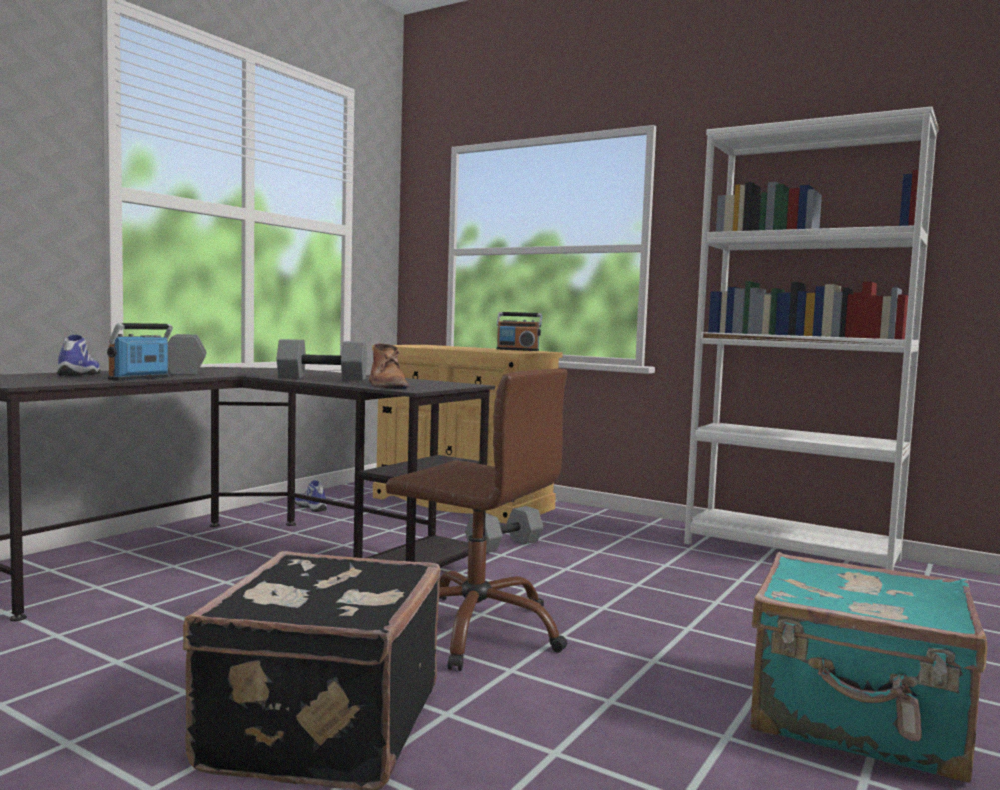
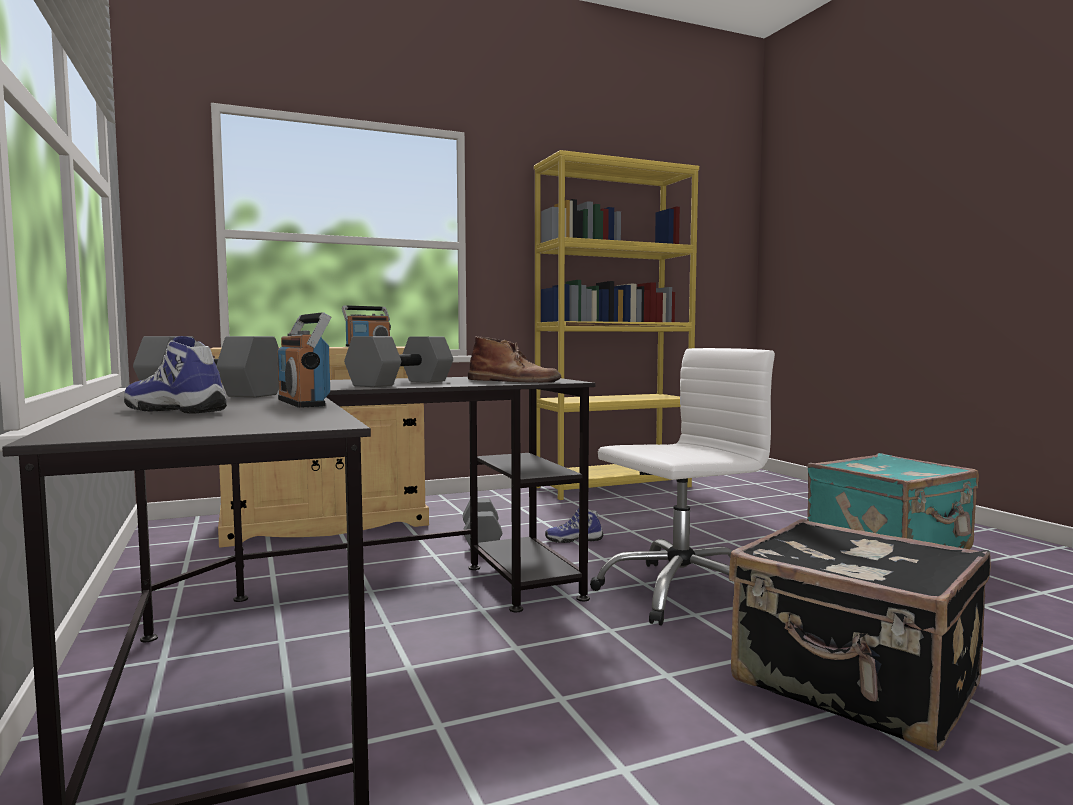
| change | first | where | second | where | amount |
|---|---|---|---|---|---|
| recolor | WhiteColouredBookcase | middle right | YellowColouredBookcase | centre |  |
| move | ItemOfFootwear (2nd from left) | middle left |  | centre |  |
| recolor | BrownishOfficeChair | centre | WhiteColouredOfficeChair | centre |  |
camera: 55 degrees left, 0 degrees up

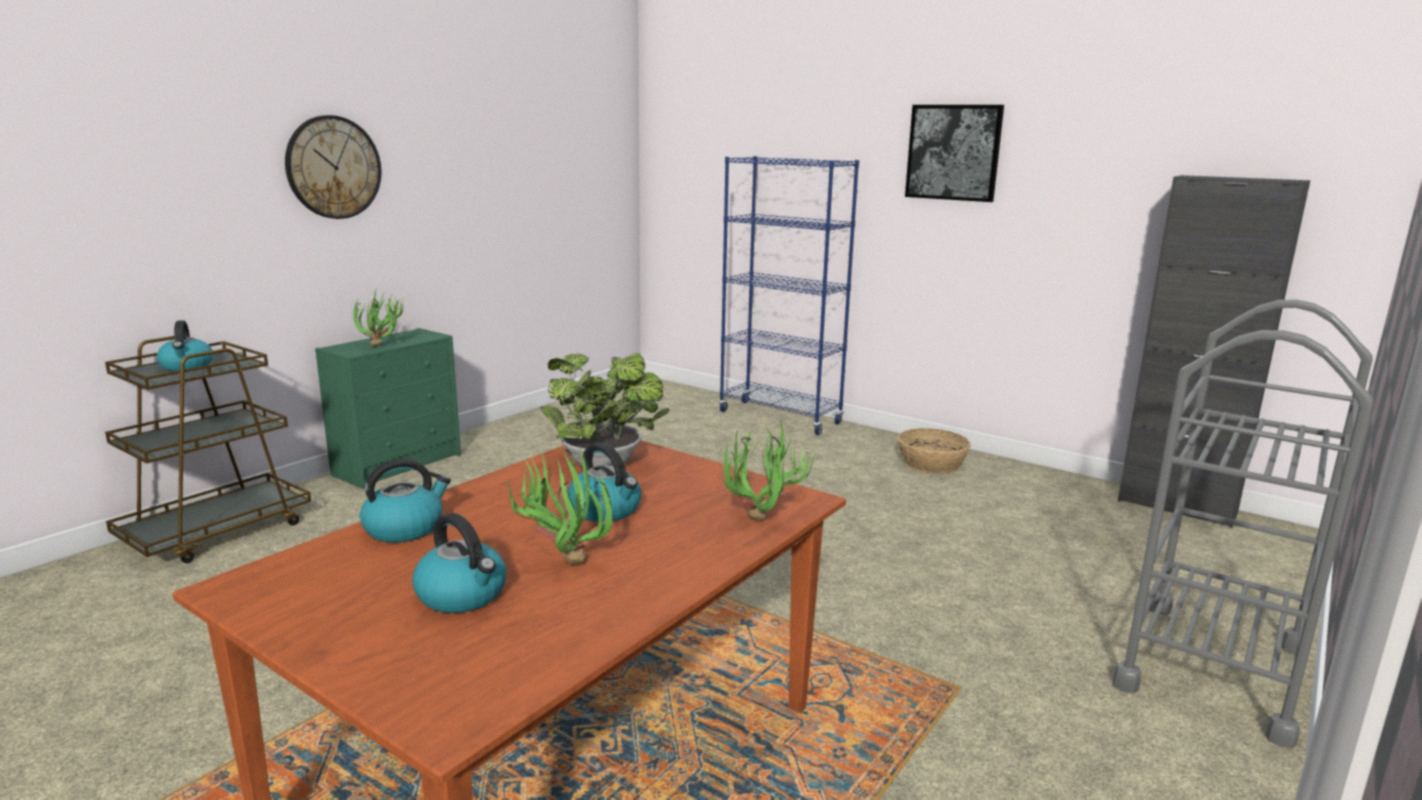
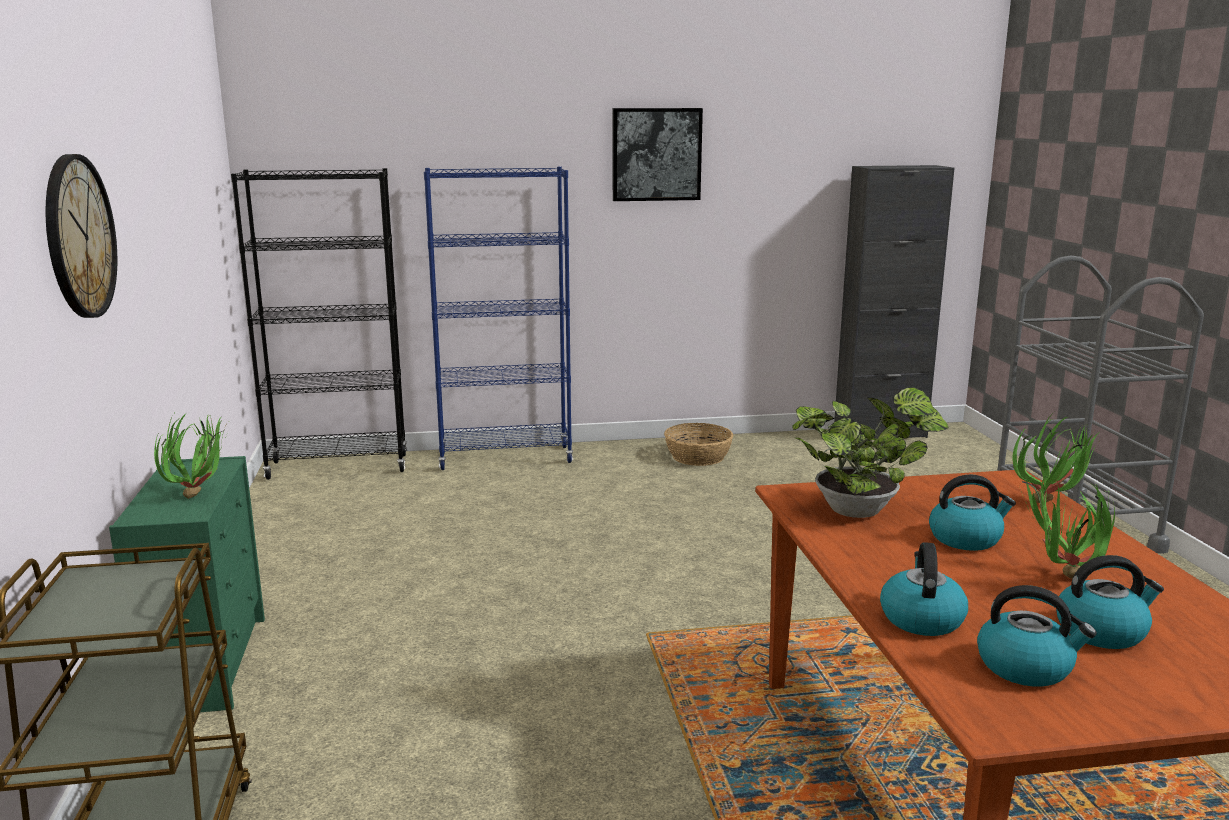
| change | first | where | second | where | amount |
|---|---|---|---|---|---|
| insert |  |  | BlackBookcase | middle left |  |
| move | TeaKettle (1st from left in the first image) | middle left | TeaKettle (3rd from left) | bottom right |  |
camera: 45 degrees left, 0 degrees up

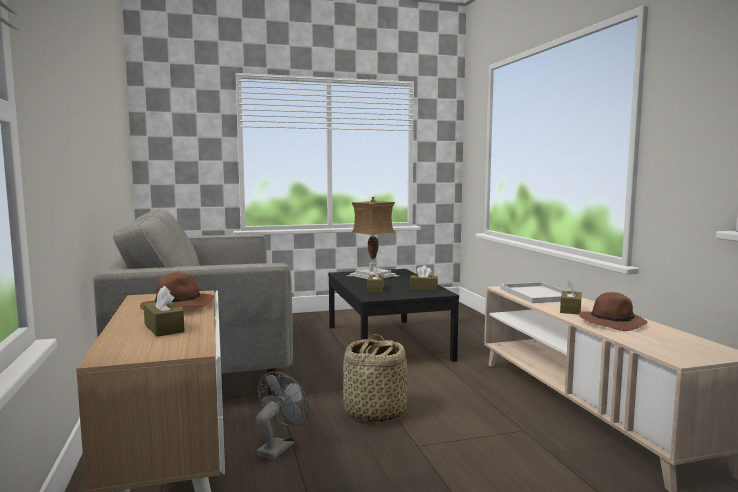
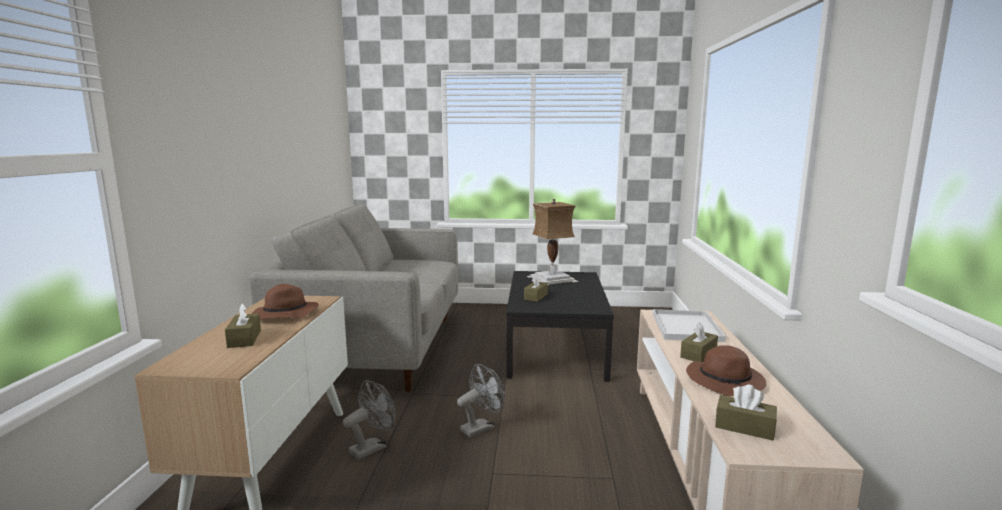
| change | first | where | second | where | amount |
|---|---|---|---|---|---|
| replace | HouseholdBasket | bottom centre | GrayElectricFan (2nd from left) | bottom centre |  |
| move | BrownishTissueHolder (3rd from left in the first image) | centre | BrownishTissueHolder (4th from left) | bottom right |  |
camera: 20 degrees right, 5 degrees up

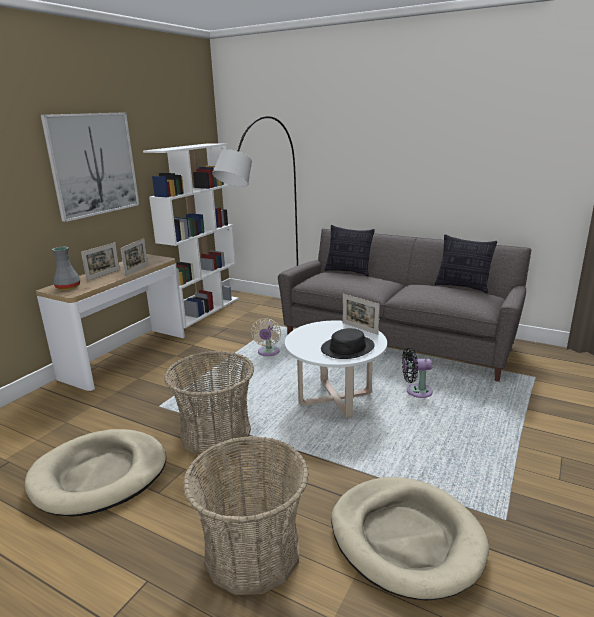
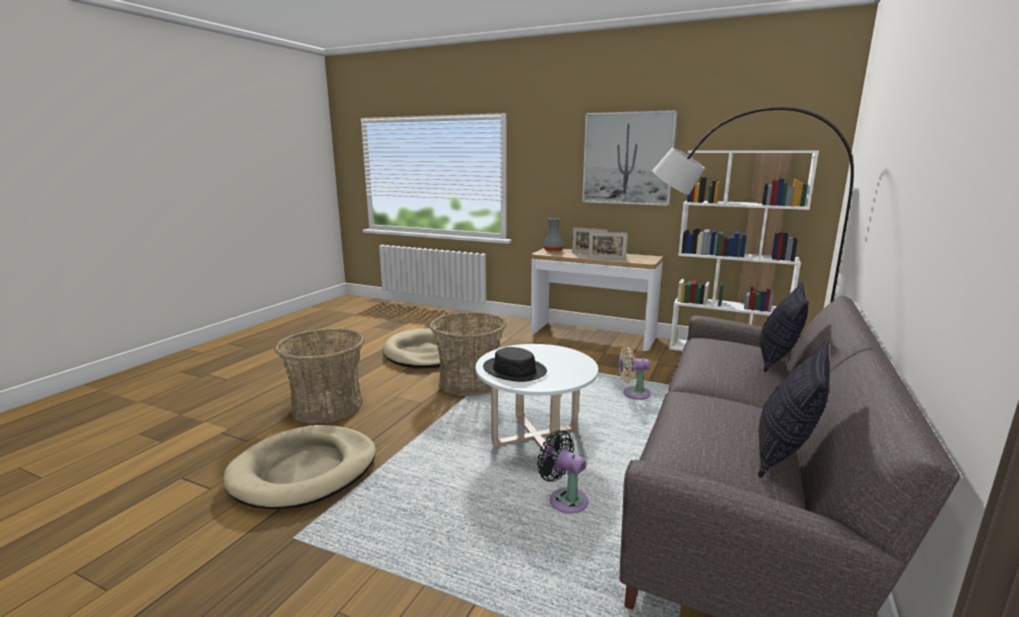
| change | first | where | second | where | amount |
|---|---|---|---|---|---|
| rotate | BlackElectricFan | middle right |  | bottom centre | 45 degrees counterclockwise |
| delete | PictureFrame (3rd from left) | centre |  |  |  |
camera: 85 degrees right, 5 degrees down

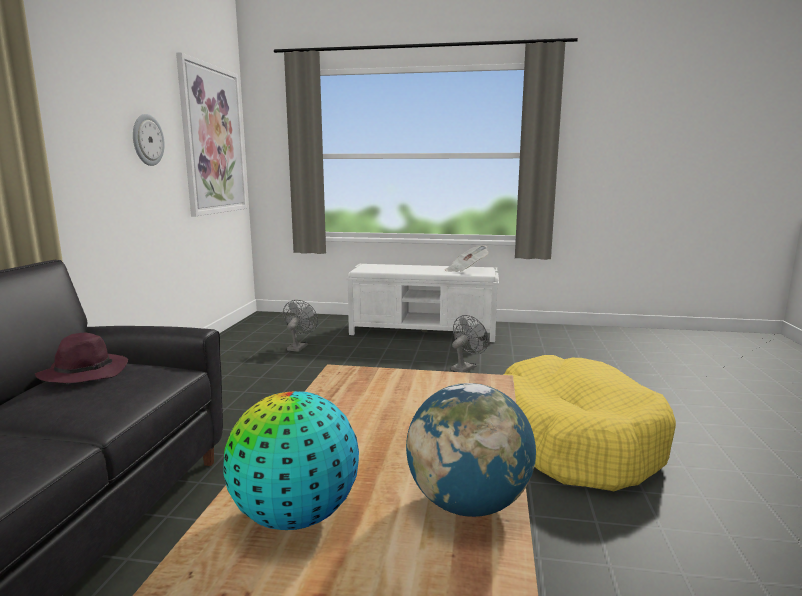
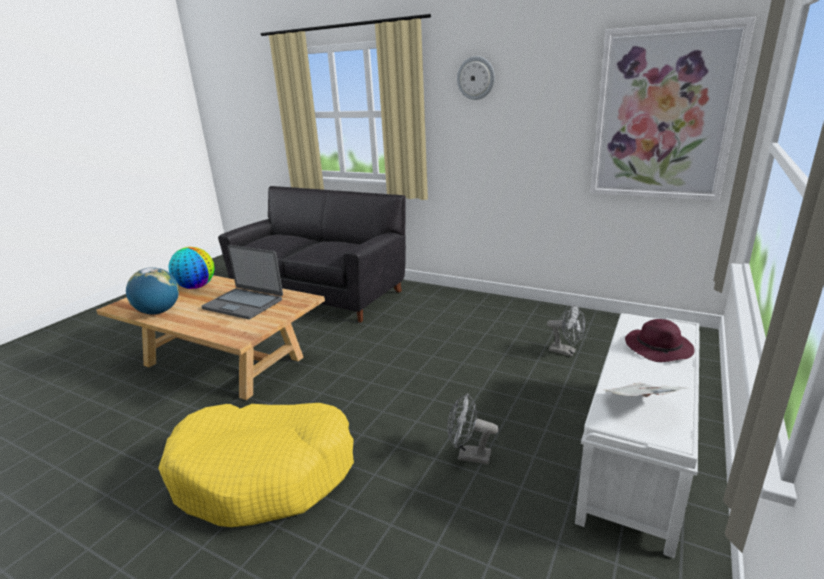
| change | first | where | second | where | amount |
|---|---|---|---|---|---|
| insert |  |  | Laptop | middle left |  |
| rotate | GrayElectricFan (2nd from left in the first image) | centre | GrayElectricFan (1st from left) | bottom centre | 135 degrees clockwise |
| move | WallClock | top left |  | top centre |  |
| move | PurpleColouredWearableHat | middle left |  | middle right |  |
camera: 110 degrees right, 10 degrees up

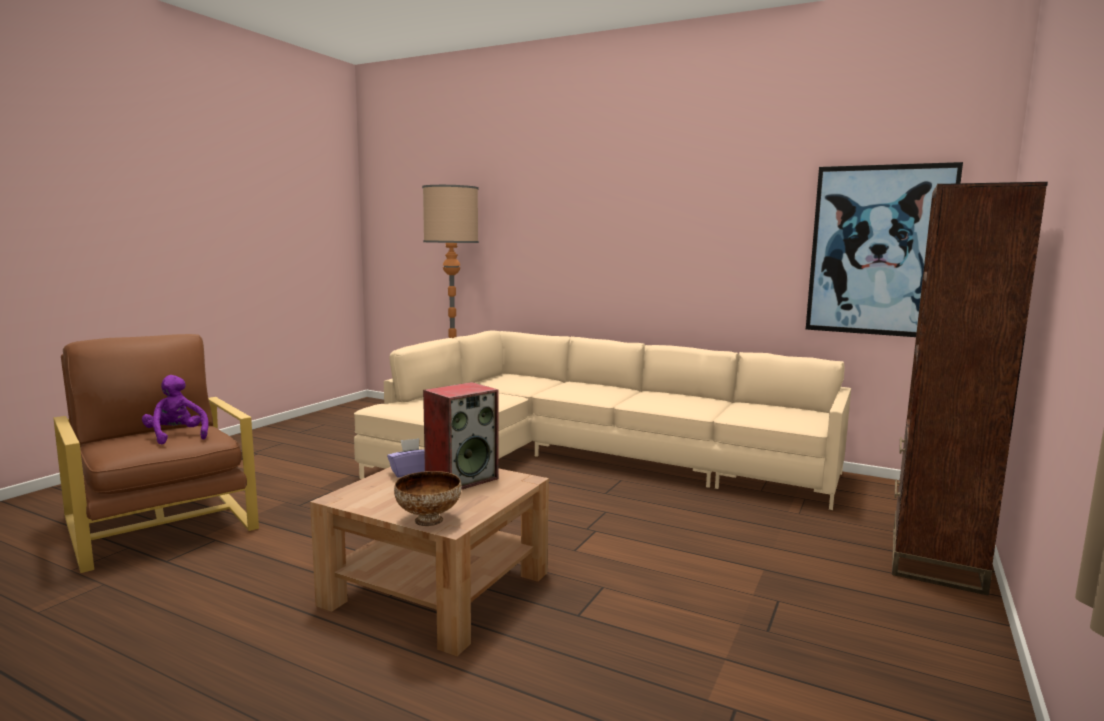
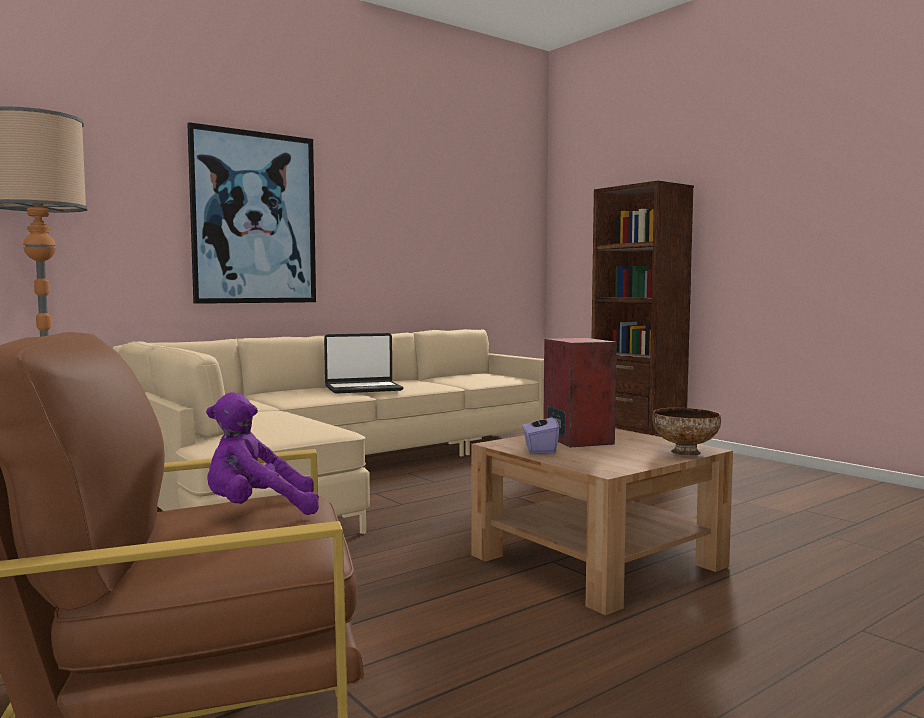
| change | first | where | second | where | amount |
|---|---|---|---|---|---|
| move | WallPicture | middle right |  | top left |  |
| insert |  |  | Laptop | centre |  |
camera: 65 degrees left, 5 degrees down

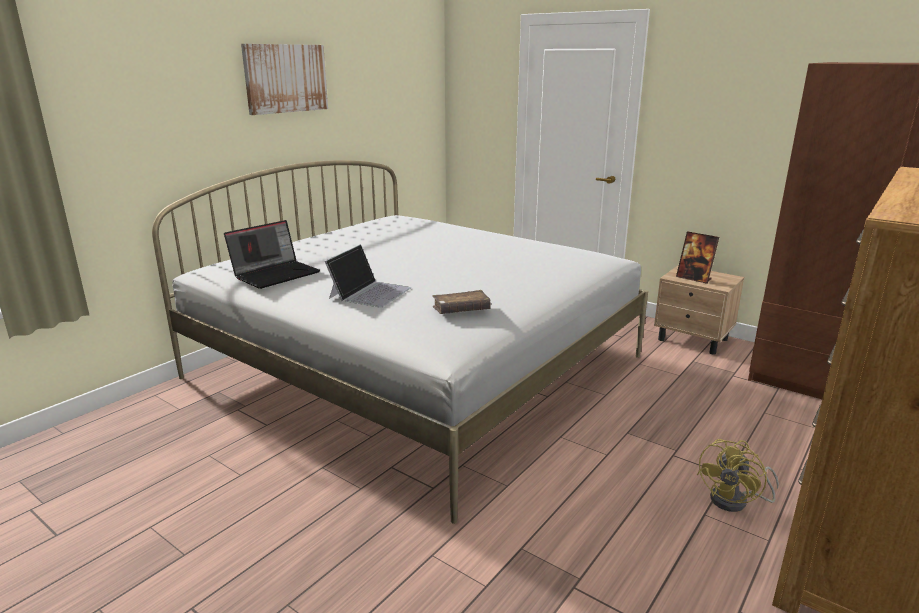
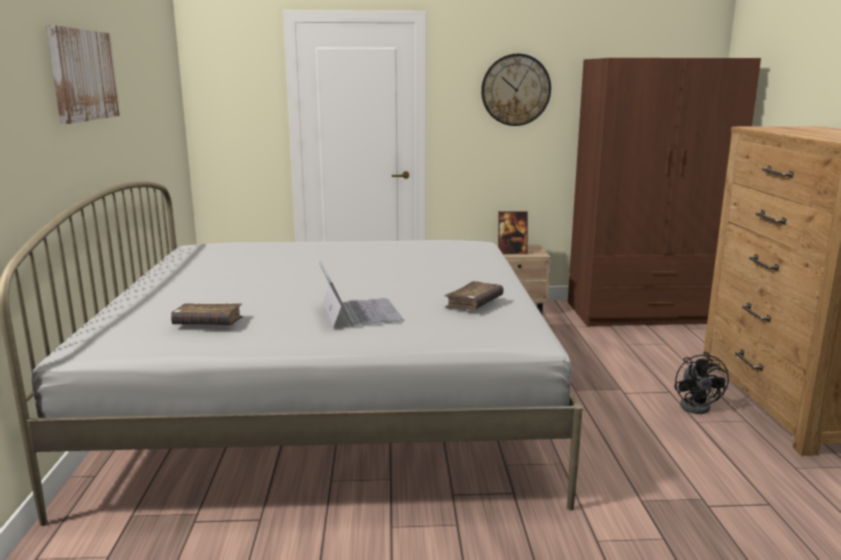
| change | first | where | second | where | amount |
|---|---|---|---|---|---|
| replace | Laptop (1st from left) | middle left | BrownishBoundBook (1st from left) | middle left |  |
| insert |  |  | WallClock | top centre |  |
| recolor | YellowColouredElectricFan | bottom right | BlackElectricFan | bottom right |  |
camera: 40 degrees left, 5 degrees down

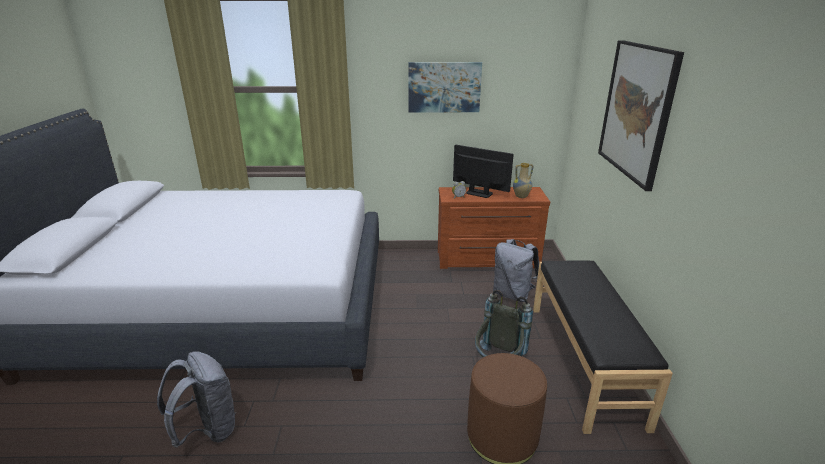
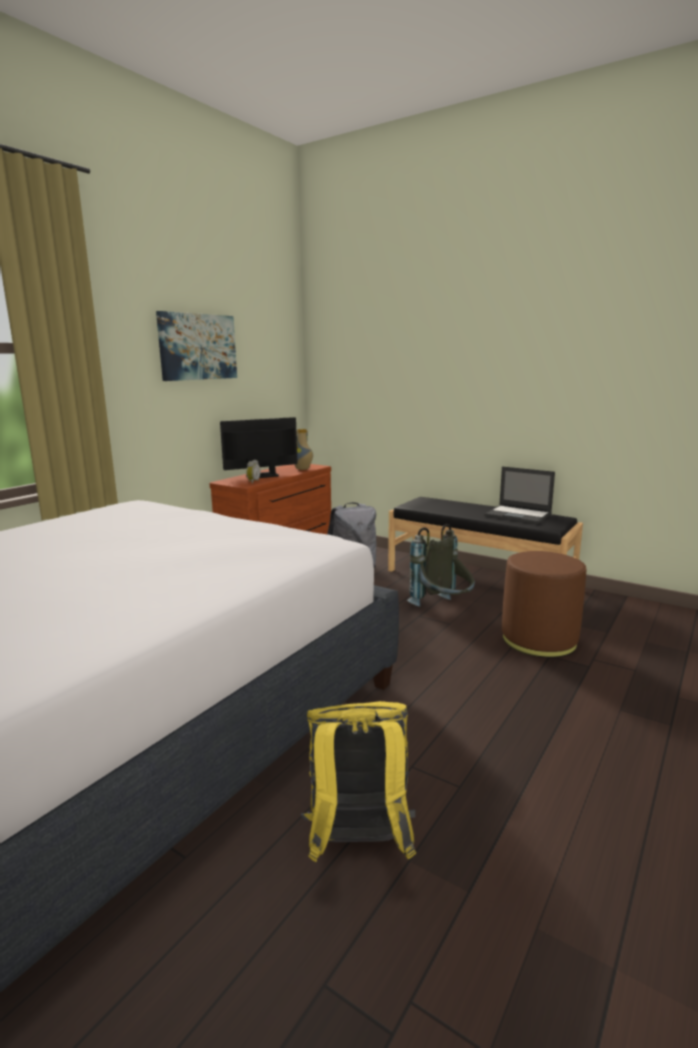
| change | first | where | second | where | amount |
|---|---|---|---|---|---|
| recolor | GrayBackpack (1st from left) | bottom left | YellowColouredBackpack | bottom centre |  |
| insert |  |  | Laptop | middle right |  |
| delete | WallPicture (2nd from left) | top right |  |  |  |
camera: 55 degrees left, 10 degrees down

